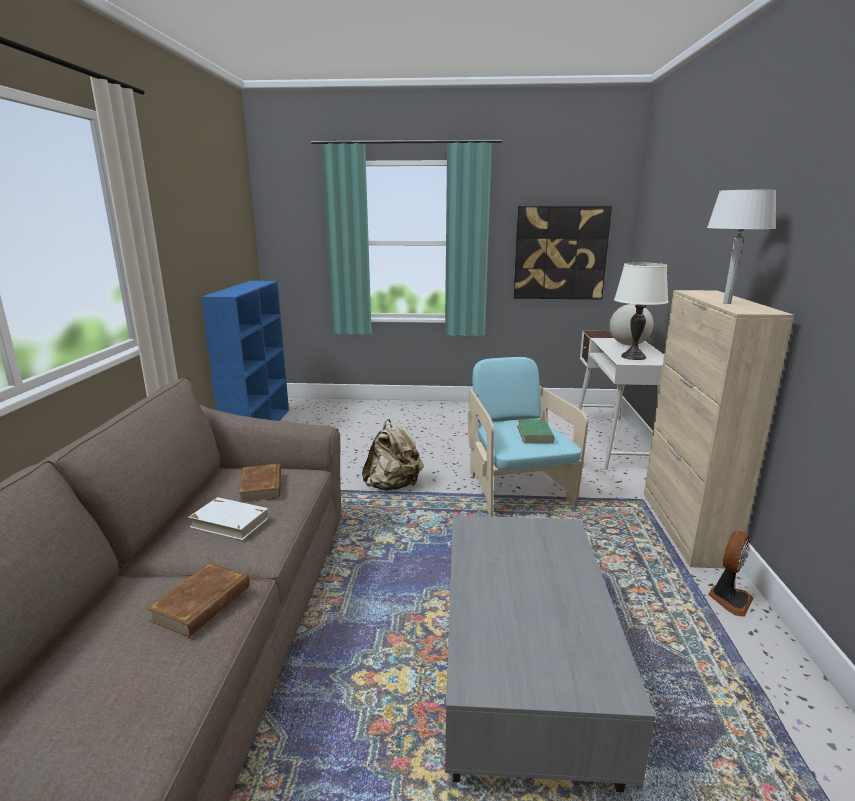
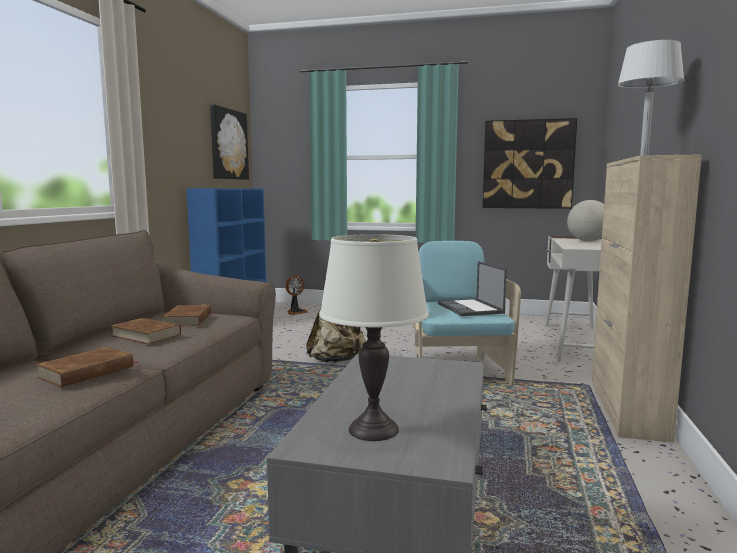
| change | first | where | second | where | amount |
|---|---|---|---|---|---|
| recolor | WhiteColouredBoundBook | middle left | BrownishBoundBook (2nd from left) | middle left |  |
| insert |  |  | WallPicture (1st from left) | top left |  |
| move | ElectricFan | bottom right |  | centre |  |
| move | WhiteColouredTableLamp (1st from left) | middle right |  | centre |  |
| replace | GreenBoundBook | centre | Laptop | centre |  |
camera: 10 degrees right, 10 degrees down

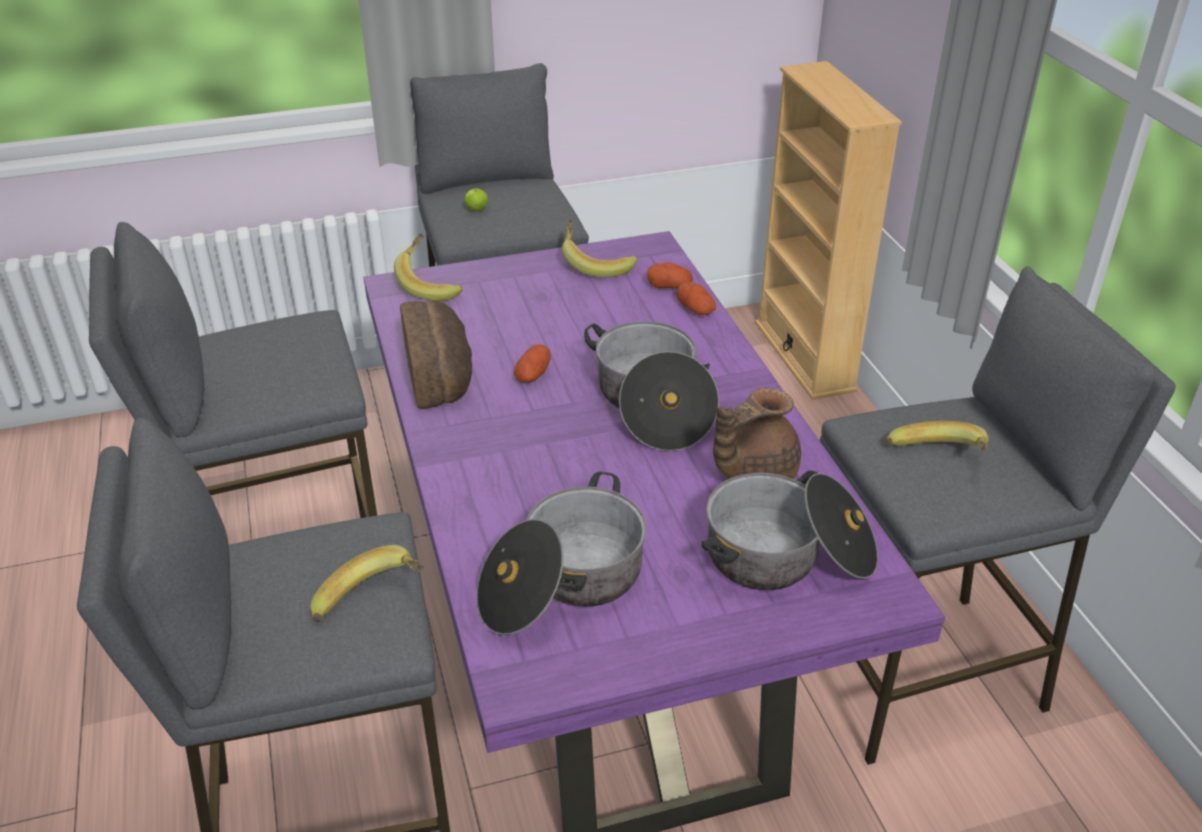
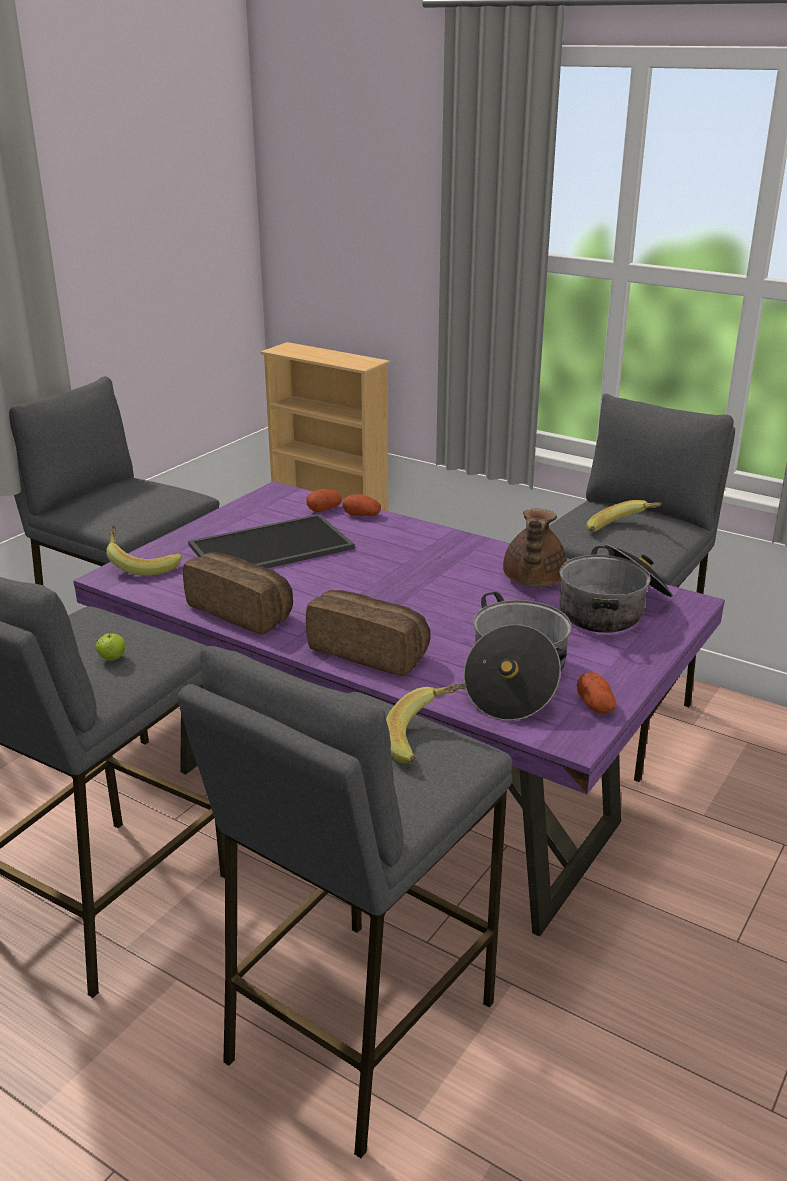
| change | first | where | second | where | amount |
|---|---|---|---|---|---|
| move | Apple | top centre |  | middle left |  |
| insert |  |  | Tray | centre |  |
| insert |  |  | Bread (2nd from left) | centre |  |
| move | Potato (1st from left in the first image) | centre | Potato (3rd from left) | middle right |  |
| delete | WholeBanana (3rd from left) | top centre |  |  |  |
| delete | CookingPot (2nd from left) | centre |  |  |  |
camera: 40 degrees left, 10 degrees down

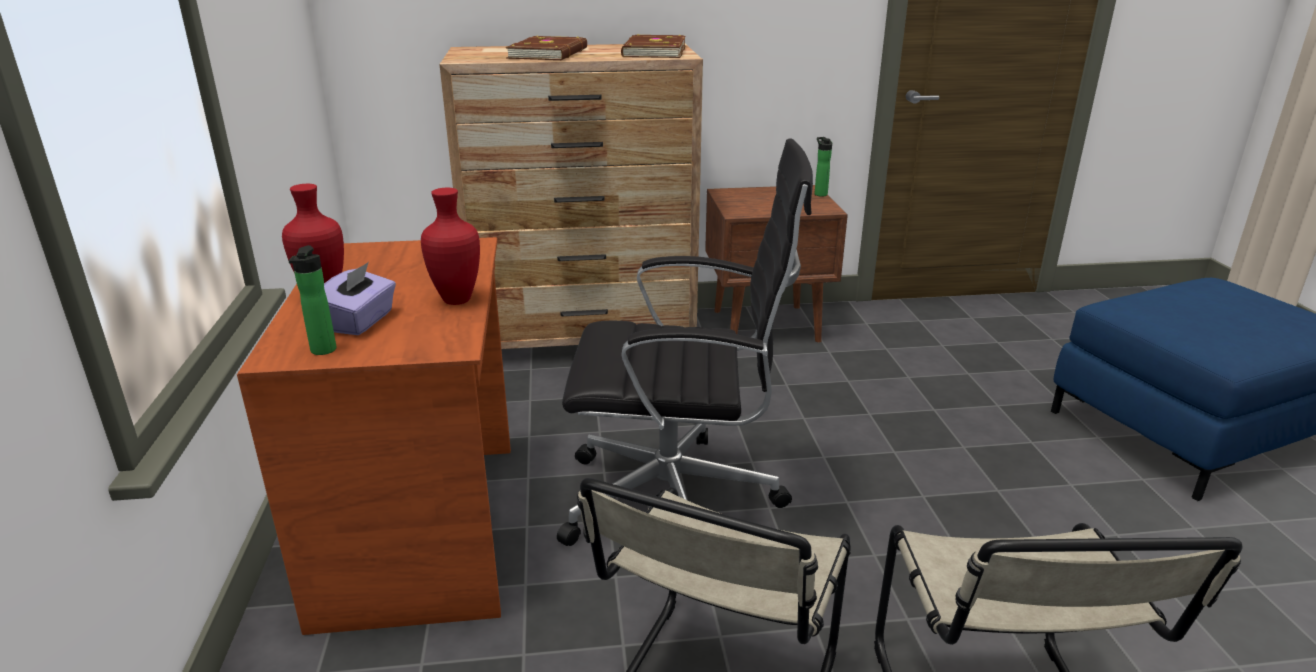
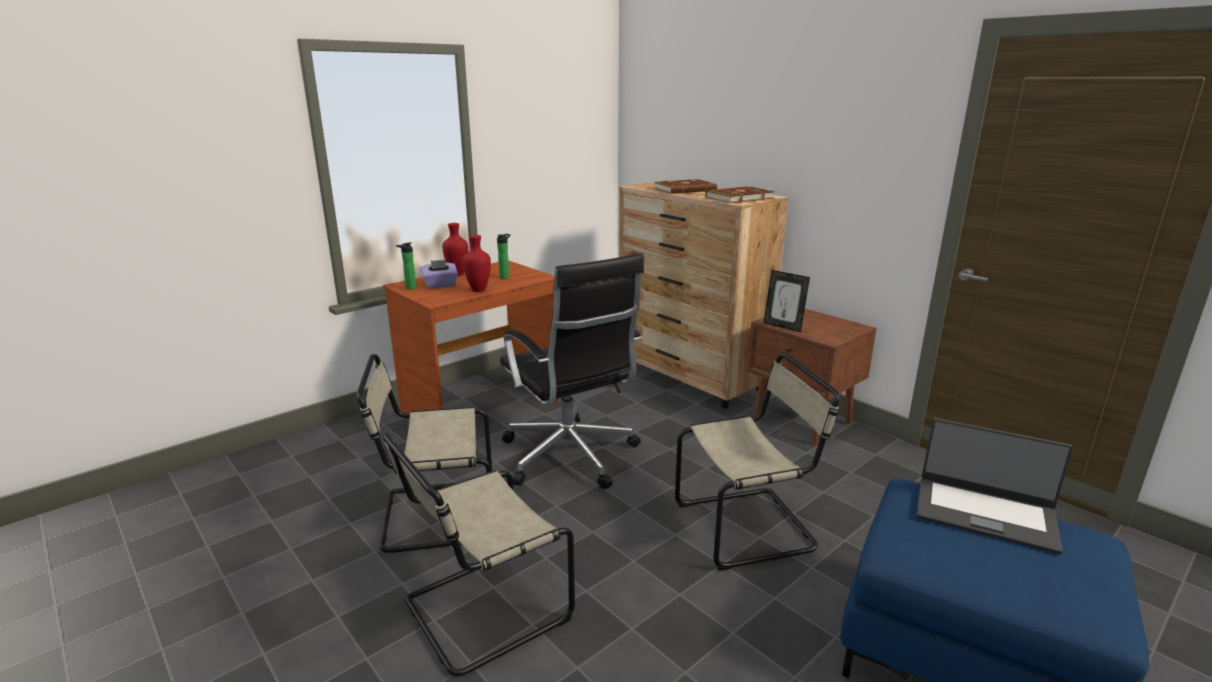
| change | first | where | second | where | amount |
|---|---|---|---|---|---|
| move | Bottle (2nd from left) | top centre |  | centre |  |
| insert |  |  | BeigePlainChair (3rd from left) | bottom centre |  |
| insert |  |  | PictureFrame | centre |  |
| insert |  |  | Laptop | bottom right |  |
camera: 55 degrees right, 5 degrees down

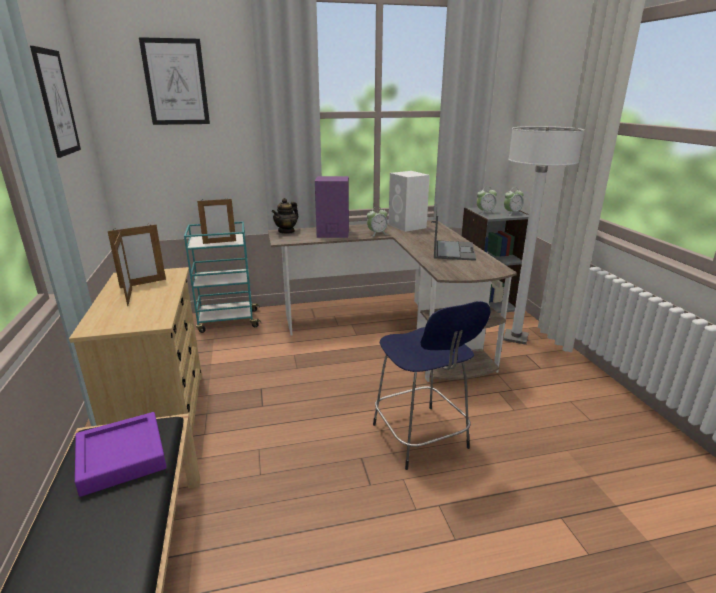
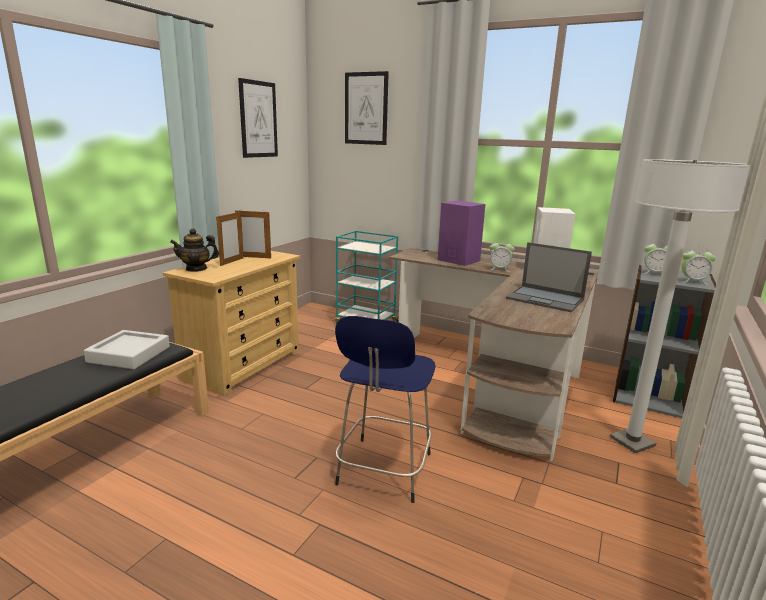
| change | first | where | second | where | amount |
|---|---|---|---|---|---|
| recolor | PurpleColouredTray | bottom left | GrayTray | middle left |  |
| move | Teapot | centre |  | middle left |  |
| rotate | Laptop | centre |  | middle right | 75 degrees clockwise |
| delete | PictureFrame (3rd from left) | middle left |  |  |  |
camera: 40 degrees right, 5 degrees down

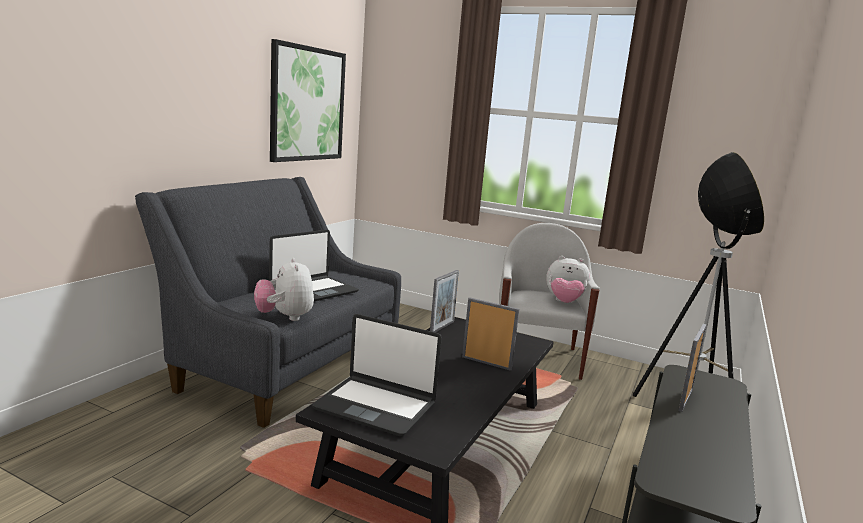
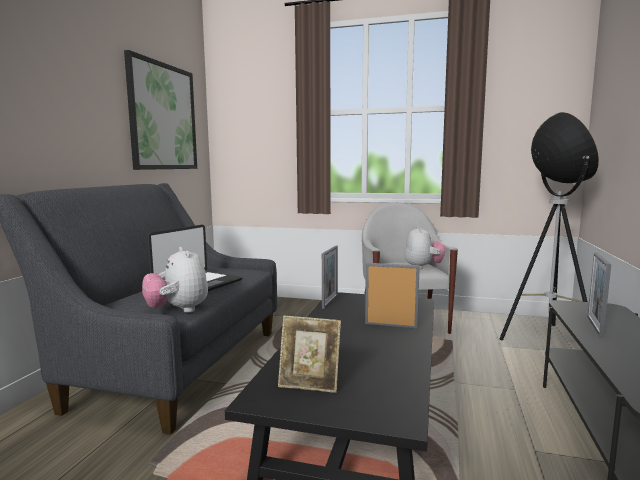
| change | first | where | second | where | amount |
|---|---|---|---|---|---|
| replace | Laptop (2nd from left) | bottom centre | PictureFrame (1st from left) | bottom centre |  |
| rotate | SoftToy (2nd from left) | centre |  | centre | 90 degrees counterclockwise |
camera: 10 degrees left, 5 degrees down

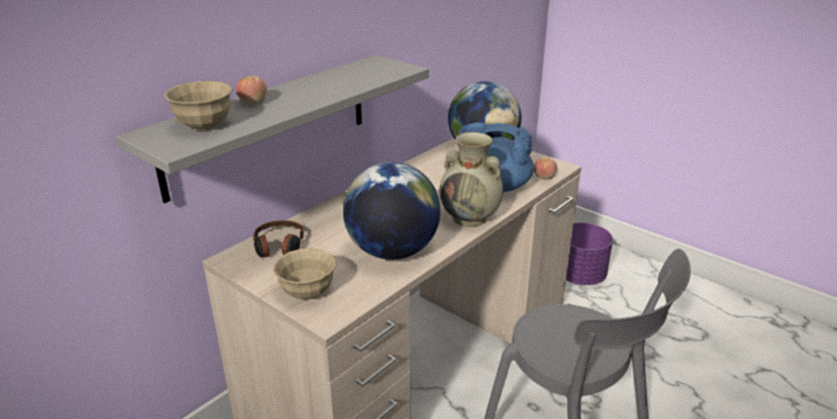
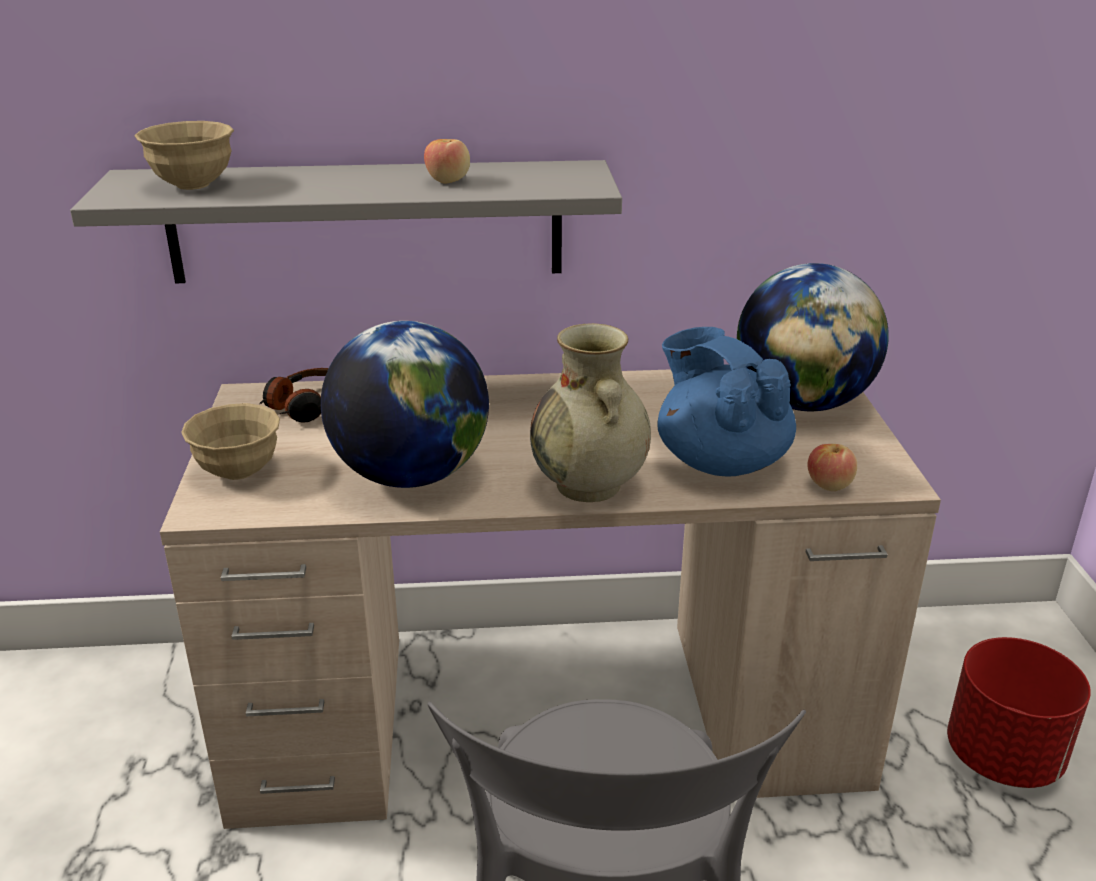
| change | first | where | second | where | amount |
|---|---|---|---|---|---|
| move | Apple (1st from left) | top left |  | top centre |  |
| recolor | PurpleColouredPlanter | middle right | RedPlanter | bottom right |  |
camera: 45 degrees right, 0 degrees up

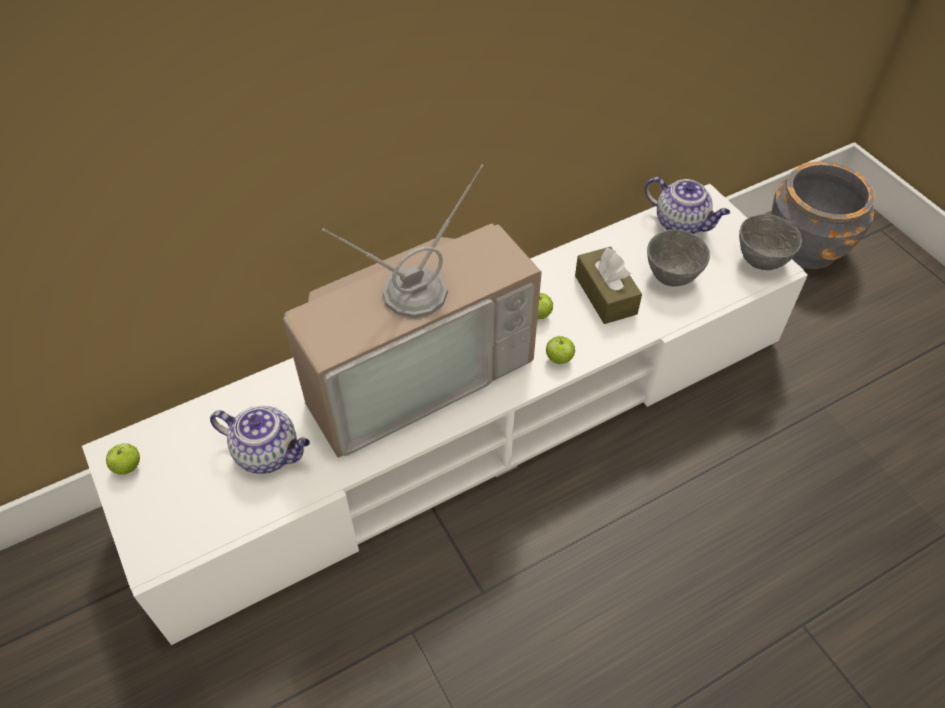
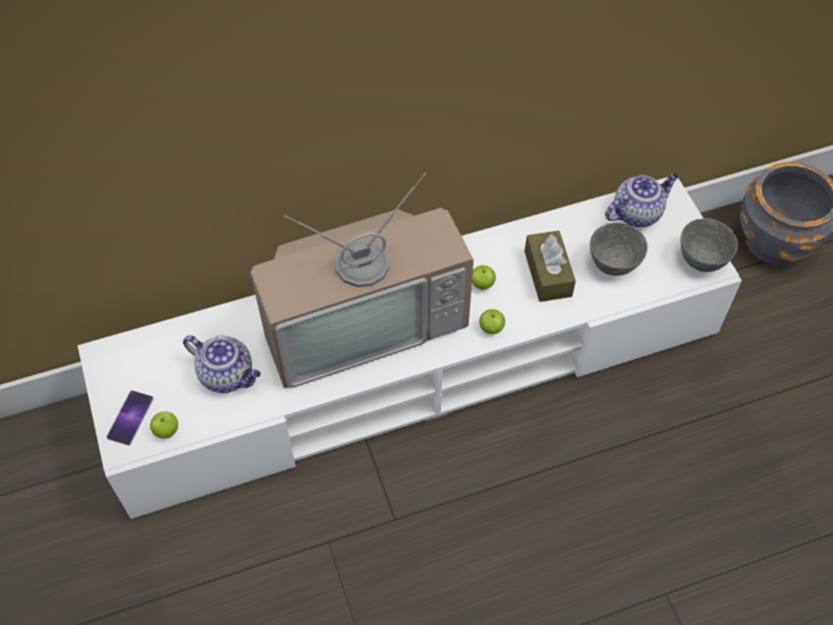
| change | first | where | second | where | amount |
|---|---|---|---|---|---|
| insert |  |  | Phone | bottom left |  |
| move | Apple (1st from left) | middle left |  | bottom left |  |
| rotate | Teapot (2nd from left) | top right |  | top right | 75 degrees counterclockwise |
camera: 10 degrees right, 5 degrees up

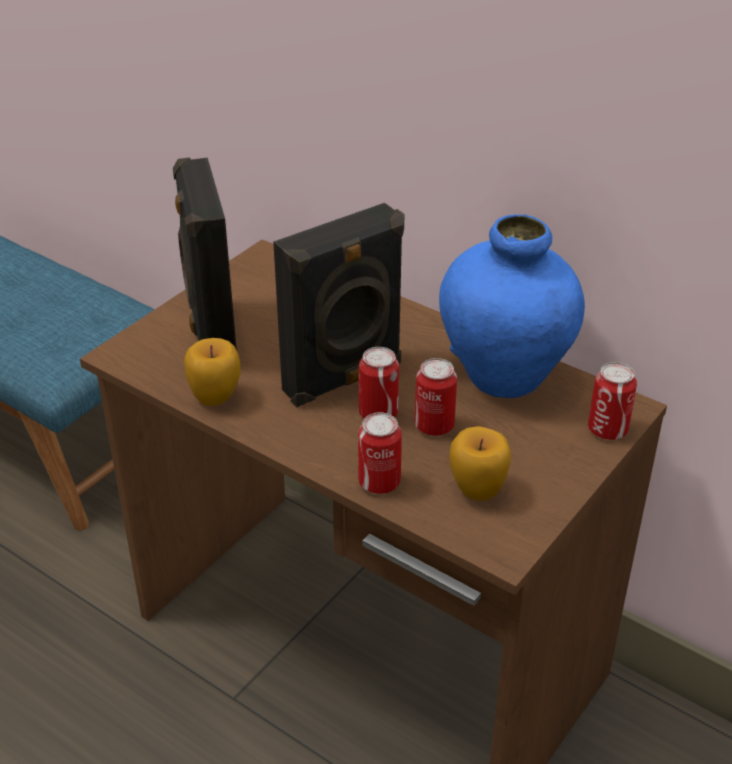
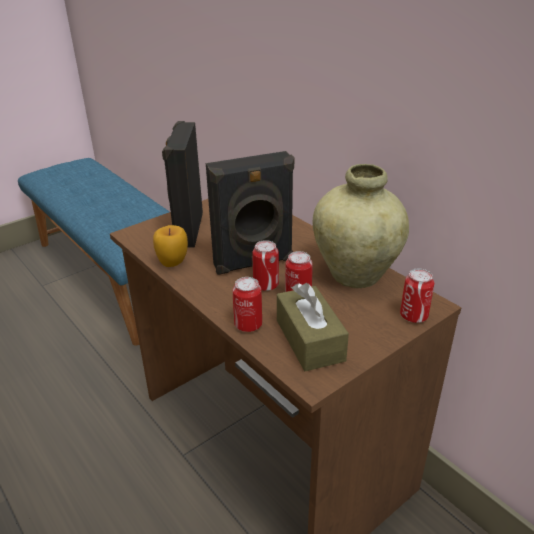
| change | first | where | second | where | amount |
|---|---|---|---|---|---|
| replace | Apple (2nd from left) | centre | BrownishTissueHolder | centre |  |
| recolor | BlueDecorativeVase | middle right | BeigeDecorativeVase | middle right |  |
camera: 15 degrees right, 5 degrees down

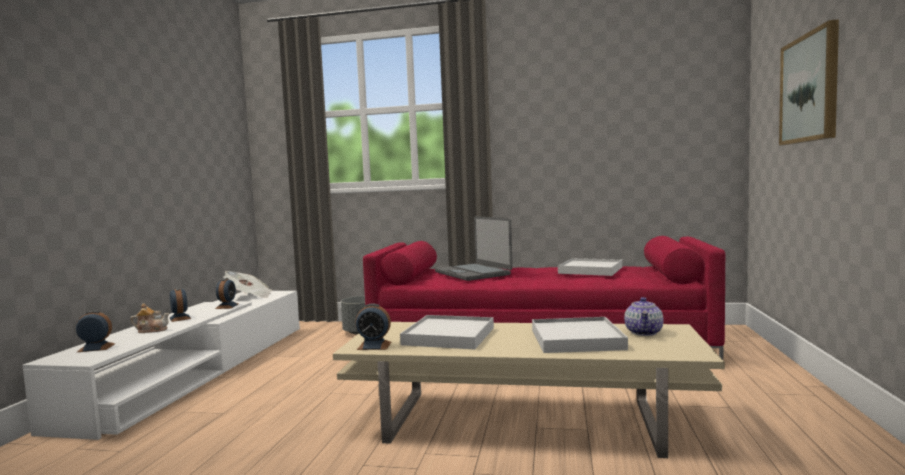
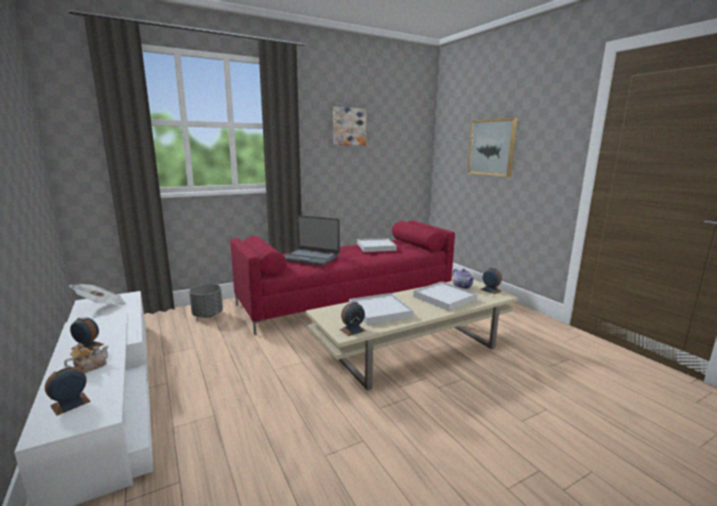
| change | first | where | second | where | amount |
|---|---|---|---|---|---|
| insert |  |  | WallPicture (1st from left) | top centre |  |
| move | AlarmClock (3rd from left in the first image) | middle left | AlarmClock (4th from left) | middle right |  |
camera: 40 degrees left, 10 degrees up

